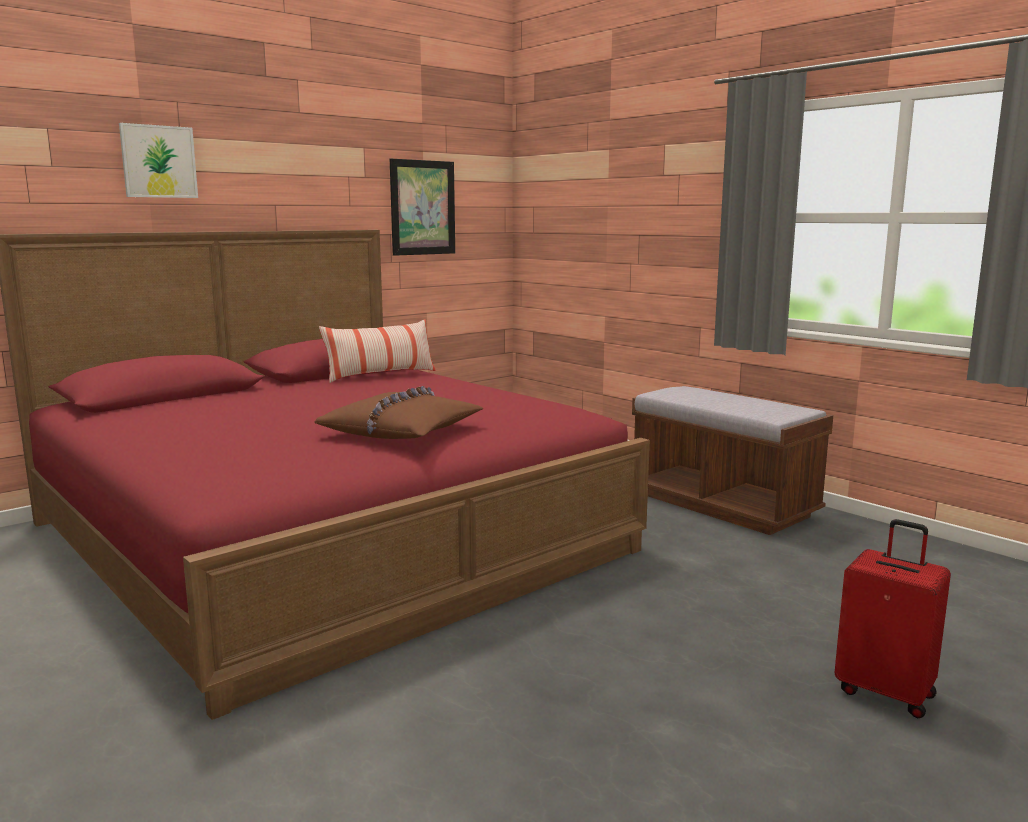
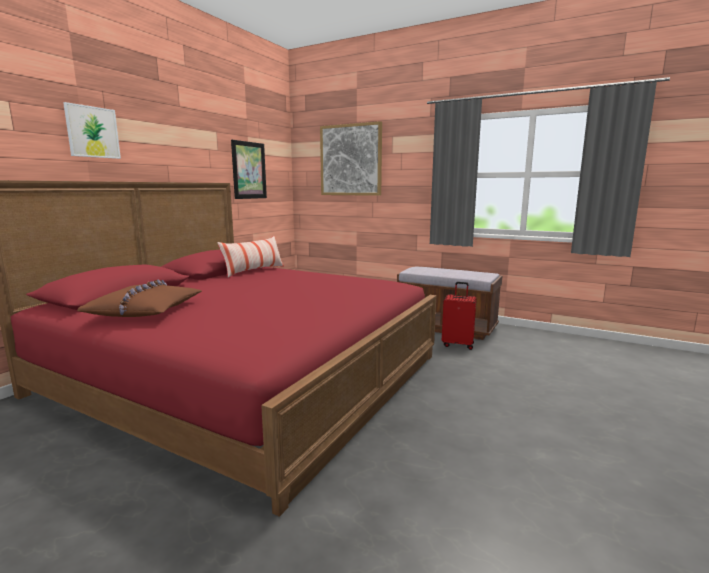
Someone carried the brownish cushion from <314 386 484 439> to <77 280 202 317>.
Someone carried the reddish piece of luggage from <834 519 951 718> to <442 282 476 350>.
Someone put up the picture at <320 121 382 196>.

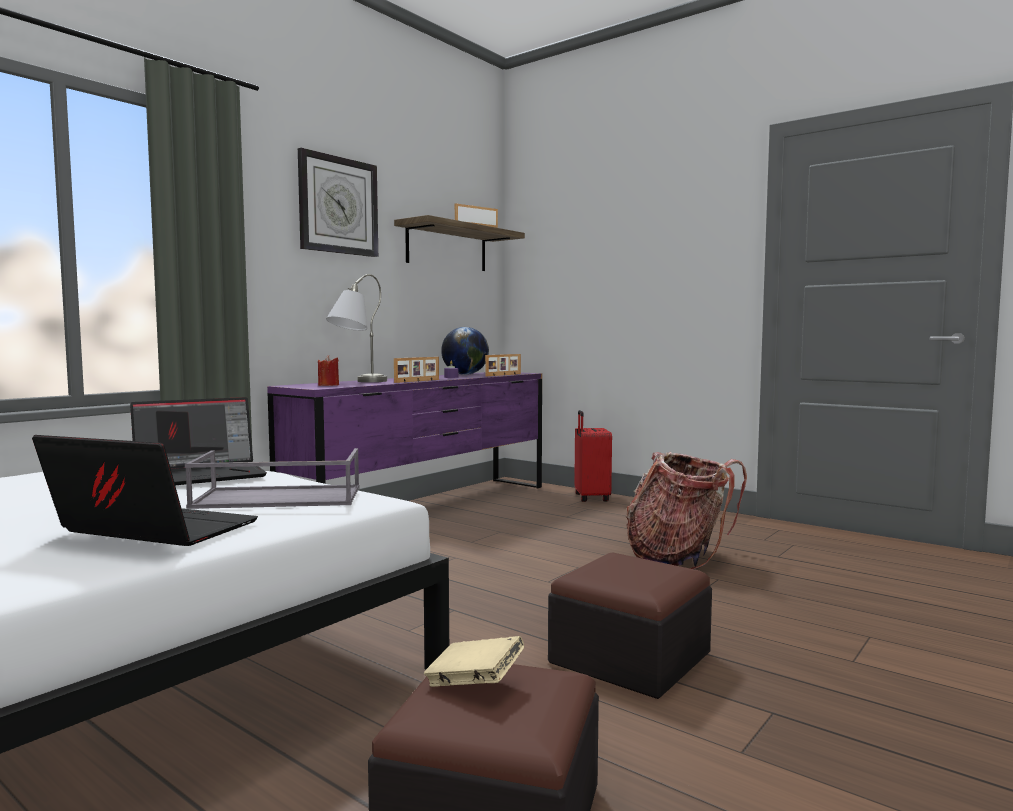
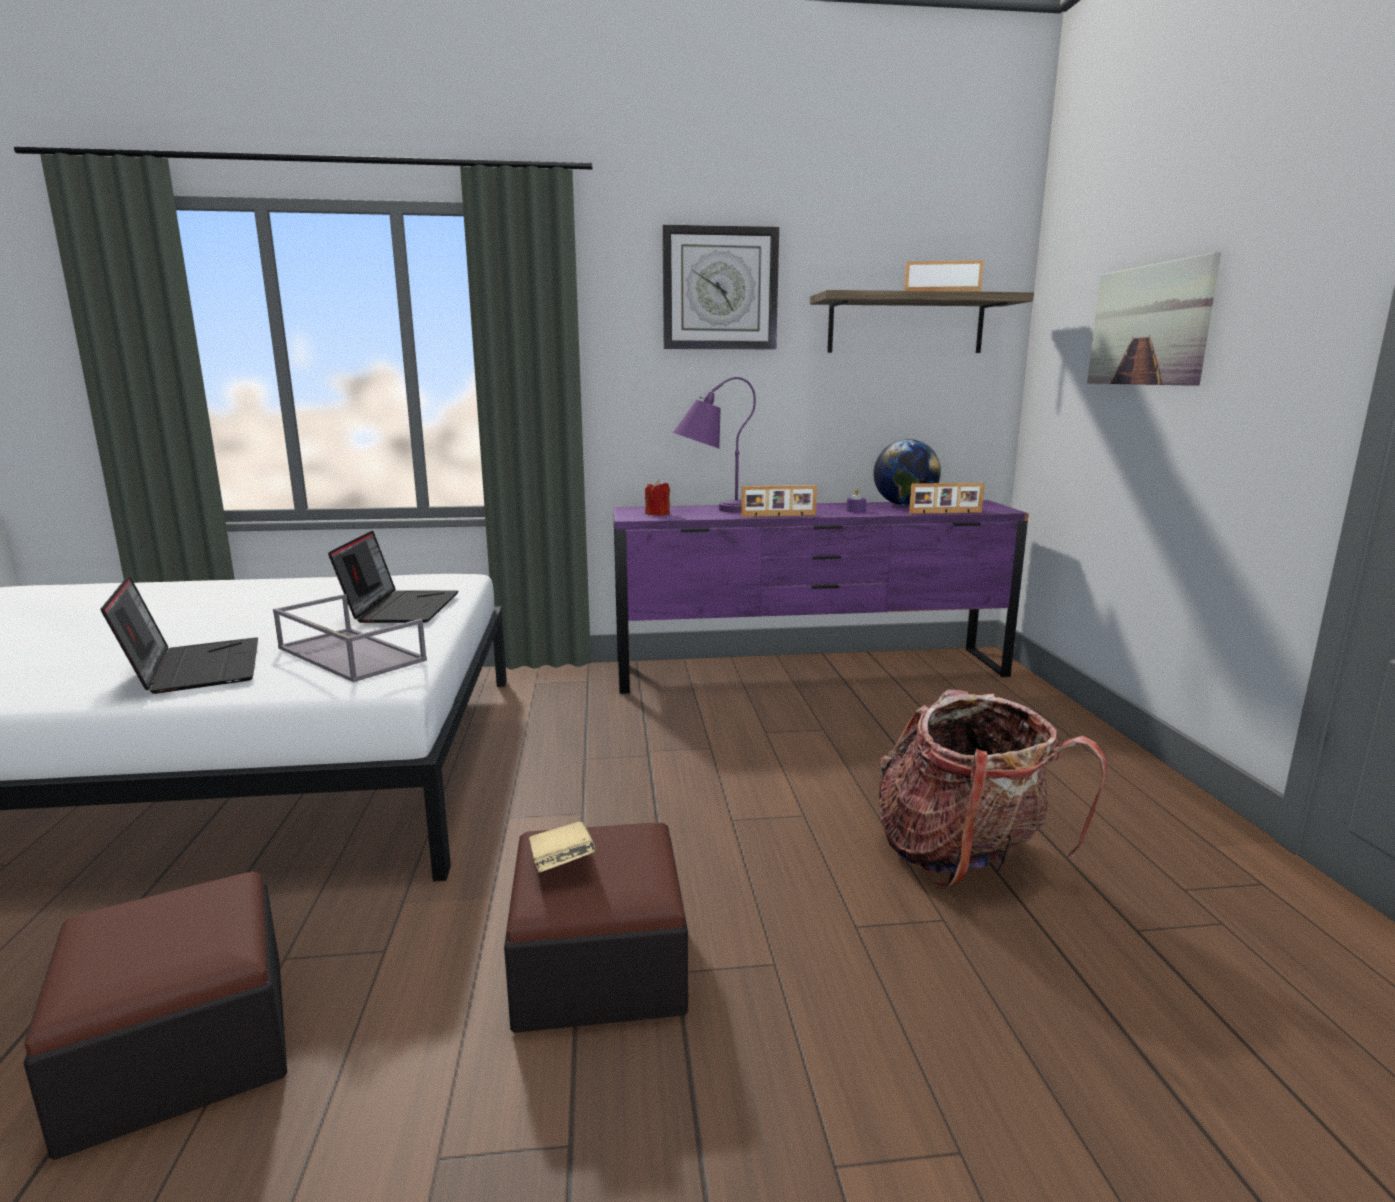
Someone rotated the laptop at <130 397 267 485> by 105 degrees counterclockwise.
Someone repainted the greyish tabletop lamp at <326 274 387 382>, which became the purple tabletop lamp at <673 377 756 513>.
Someone carried the beige volume from <424 636 524 687> to <529 822 595 872>.
Someone took away the reddish piece of luggage at <574 410 612 502>.
Someone put up the picture at <1087 252 1221 386>.

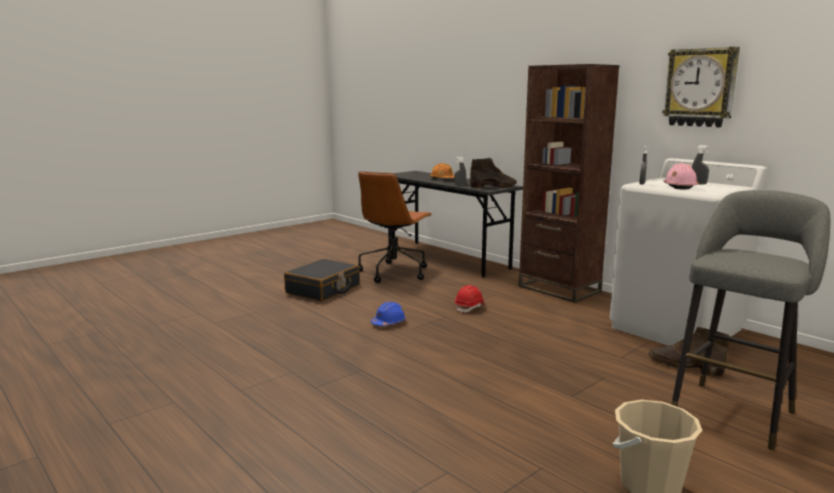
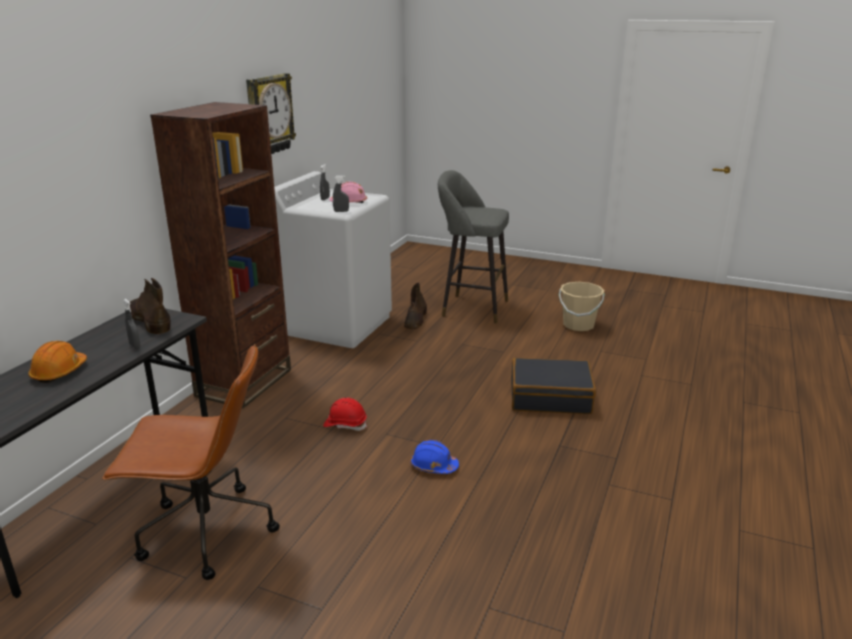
Someone carried the black-coloured piece of luggage from <284 259 360 301> to <511 358 596 414>.

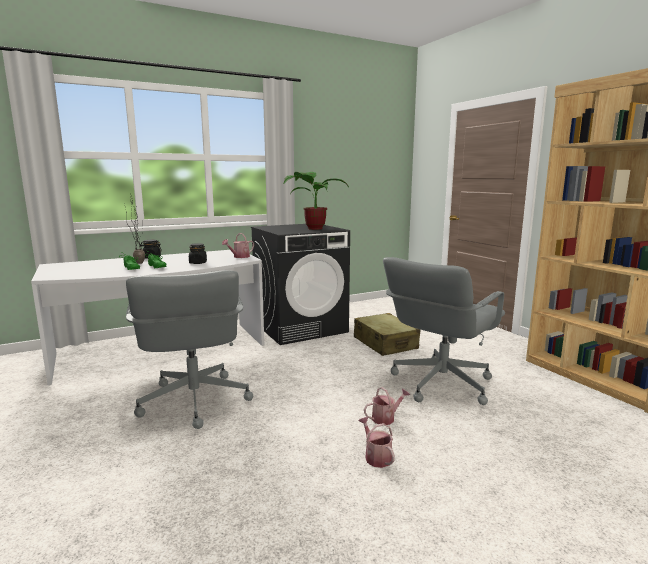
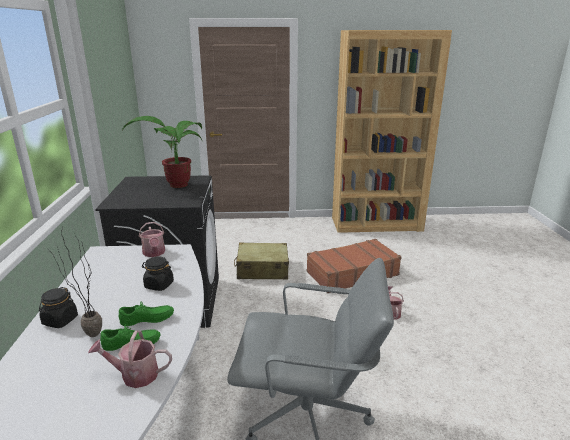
Someone carried the watering pot from <358 417 395 468> to <88 331 172 388>.
Someone swapped the greyish office chair at <383 257 505 405> for the brownish piece of luggage at <307 239 402 293>.

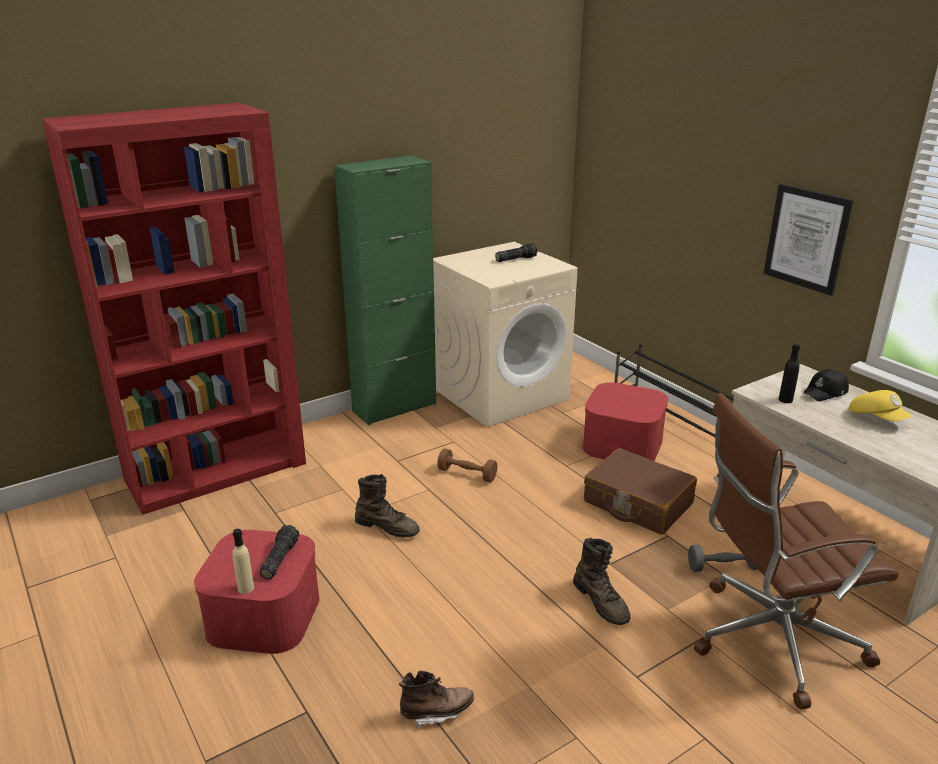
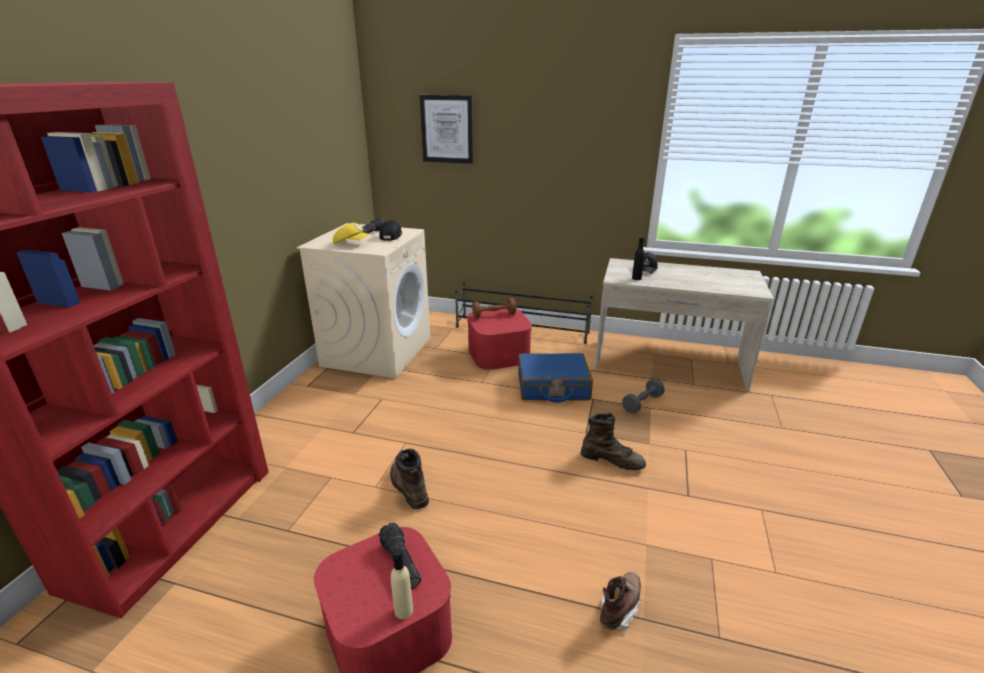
Someone took away the green-coloured cupboard at <334 156 436 425>.
Someone rotated the brownish boot at <355 474 420 537> by 105 degrees counterclockwise.
Someone carried the brownish hand weight from <437 448 498 482> to <472 298 516 318>.
Someone repainted the brownish piece of luggage at <584 448 697 535>, which became the bluish piece of luggage at <518 353 593 403>.
Someone took away the brownish office chair at <694 393 899 710>.
Someone carried the picture from <764 184 853 296> to <420 95 473 164>.
Someone carried the yellow-coloured cap from <848 390 911 421> to <333 223 370 243>.
Someone put down the black-coloured cap at <379 220 402 241>.

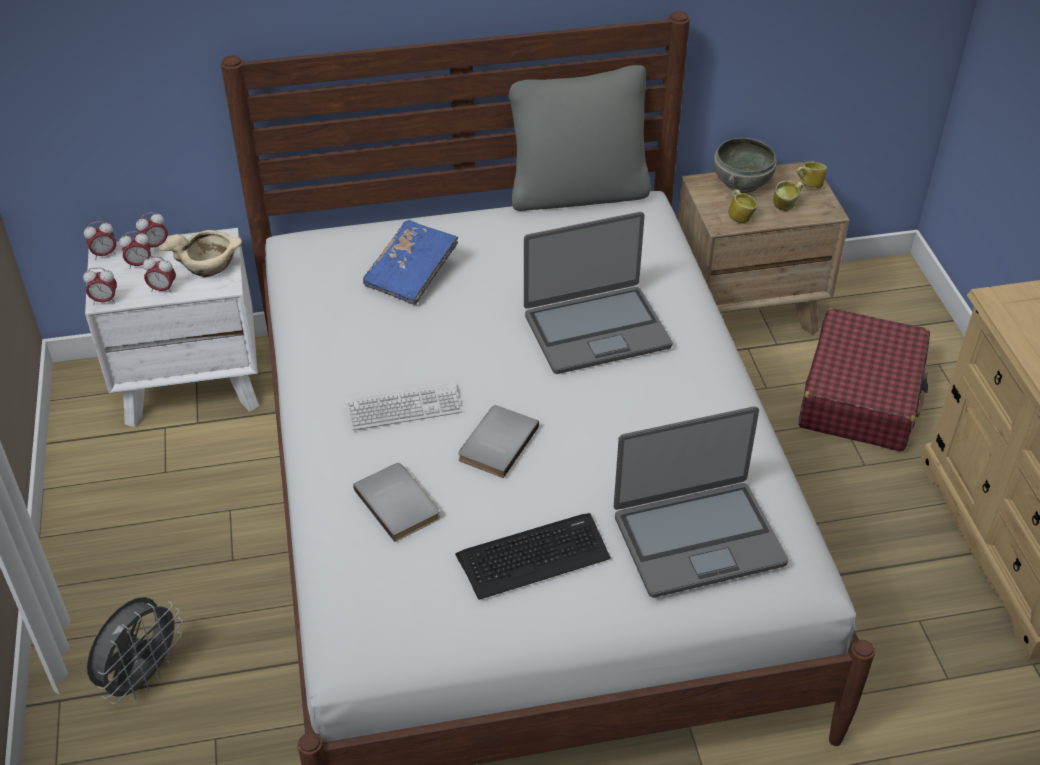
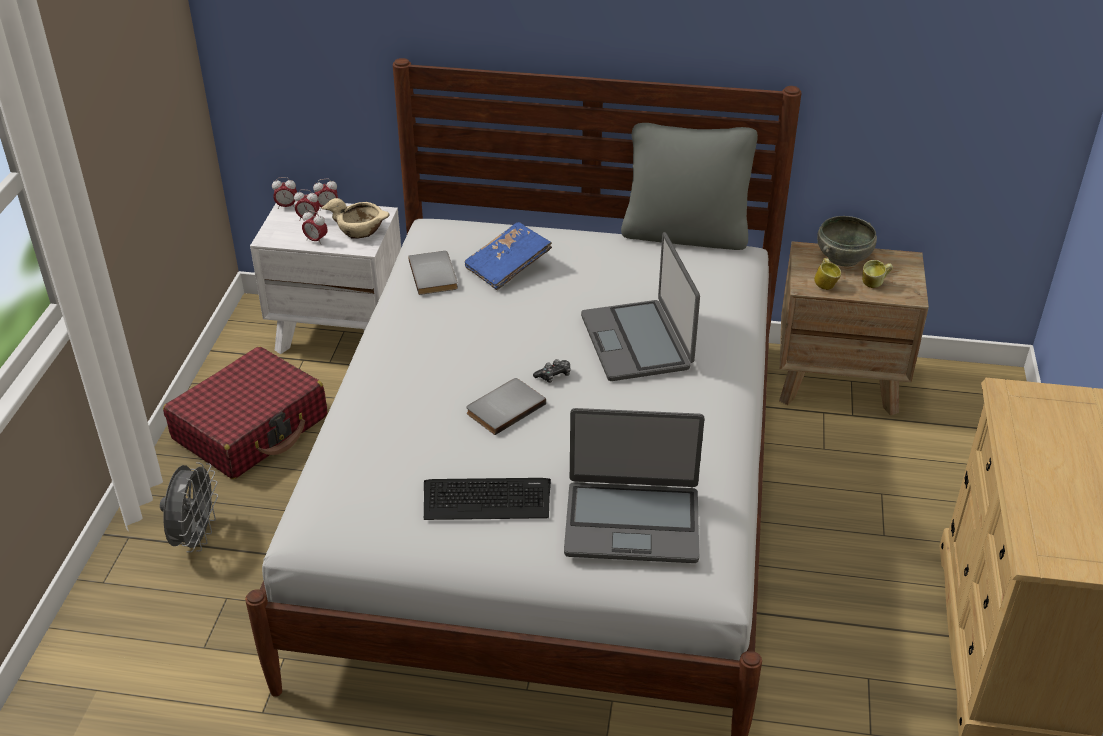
Someone took away the alarm clock at <83 268 117 304>.
Someone rotated the greyish electric fan at <87 597 183 704> by 45 degrees counterclockwise.
Someone took away the PC keyboard at <346 382 462 430>.
Someone carried the greyish volume from <353 463 440 542> to <408 251 458 295>.
Someone rotated the laptop at <524 212 673 374> by 75 degrees clockwise.
Someone took away the mug at <797 162 827 188>.
Someone carried the reddish piece of luggage from <799 308 930 452> to <163 346 327 479>.
Someone put down the joypad at <533 359 571 383>.

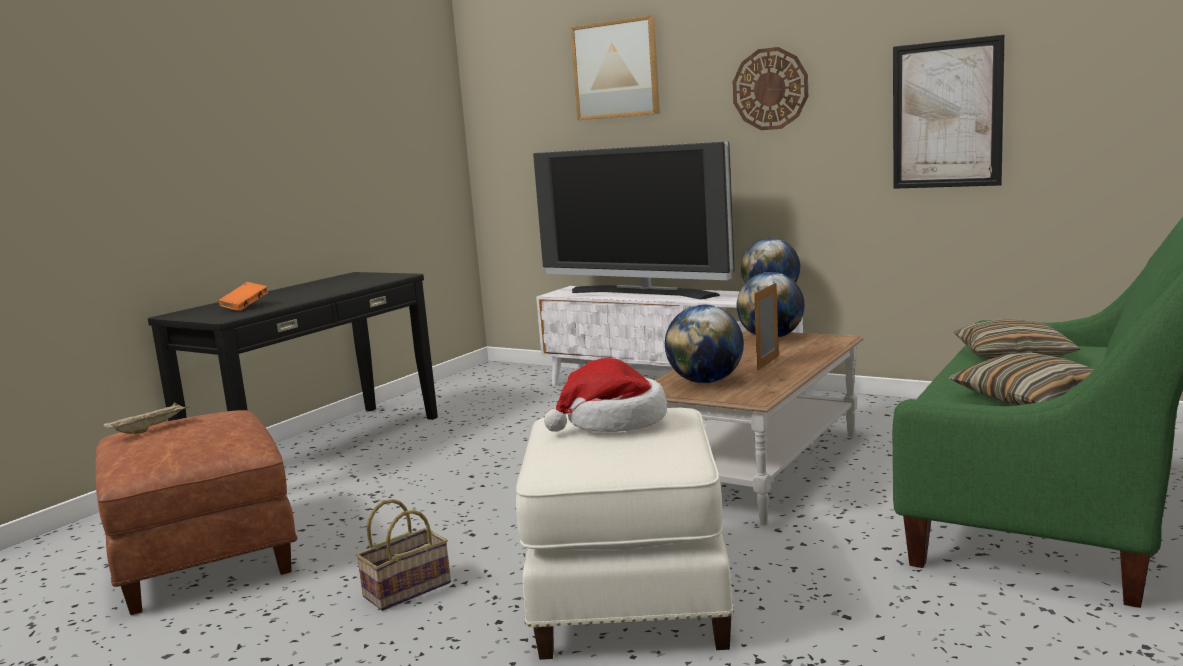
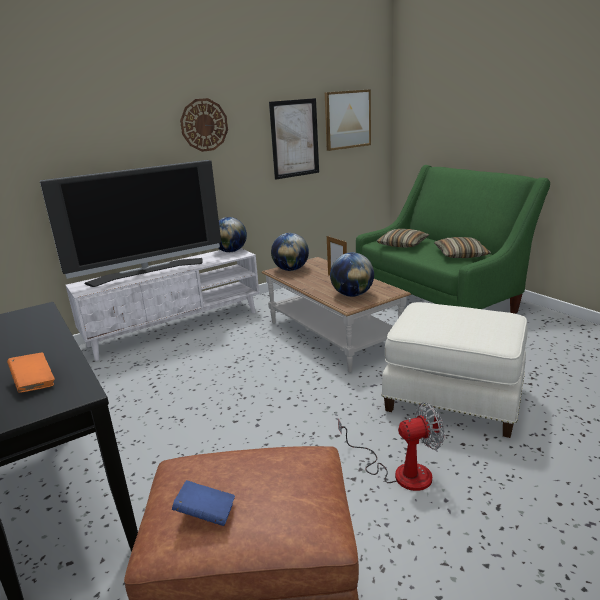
Someone swapped the beige tray at <102 402 189 434> for the bluish volume at <172 480 235 526>.
Someone swapped the storage basket at <356 499 451 611> for the electric fan at <338 402 445 491>.
Someone took away the clothing hat at <544 358 667 432>.
Someone carried the picture from <571 15 660 120> to <325 89 371 151>.

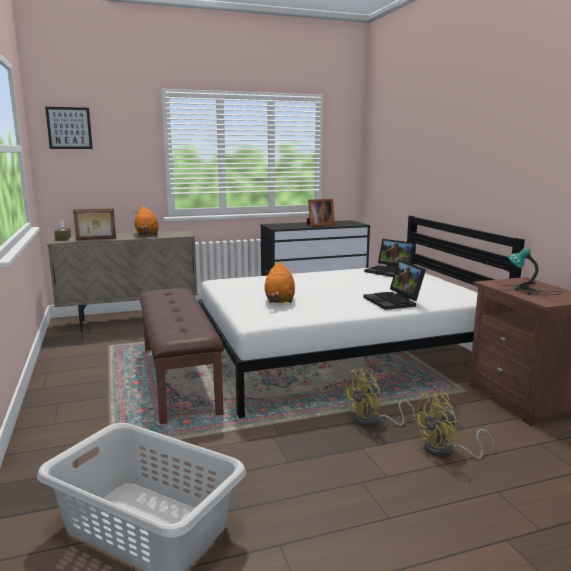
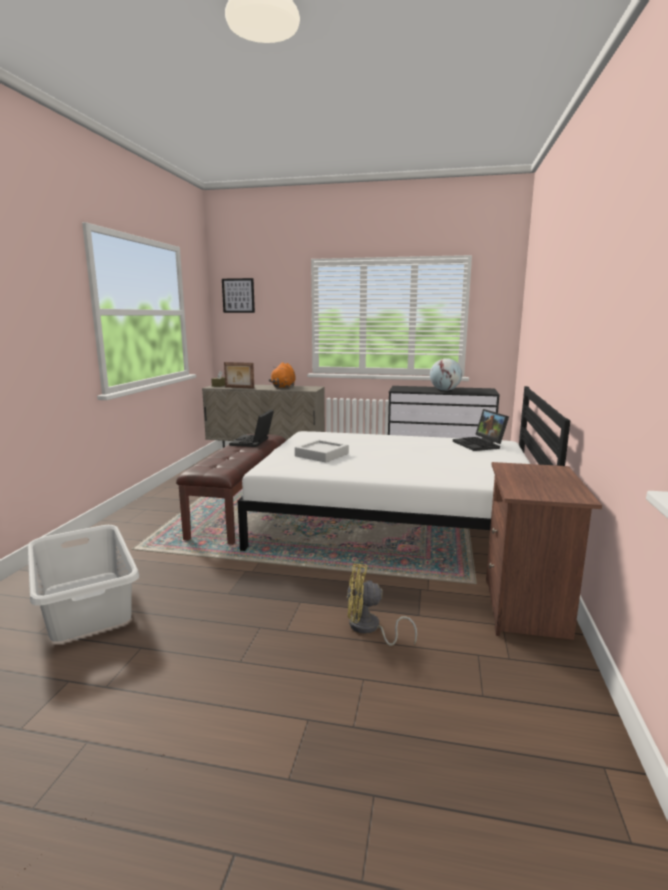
Someone swapped the orange cuddly toy at <265 262 295 303> for the greyish tray at <295 439 349 462>.
Someone swapped the photo frame at <307 199 335 226> for the globe at <430 358 462 391>.
Someone took away the yellow-coloured electric fan at <342 369 415 426>.
Someone carried the laptop from <363 260 426 310> to <229 410 274 447>.
Someone took away the tabletop lamp at <499 248 561 295>.

